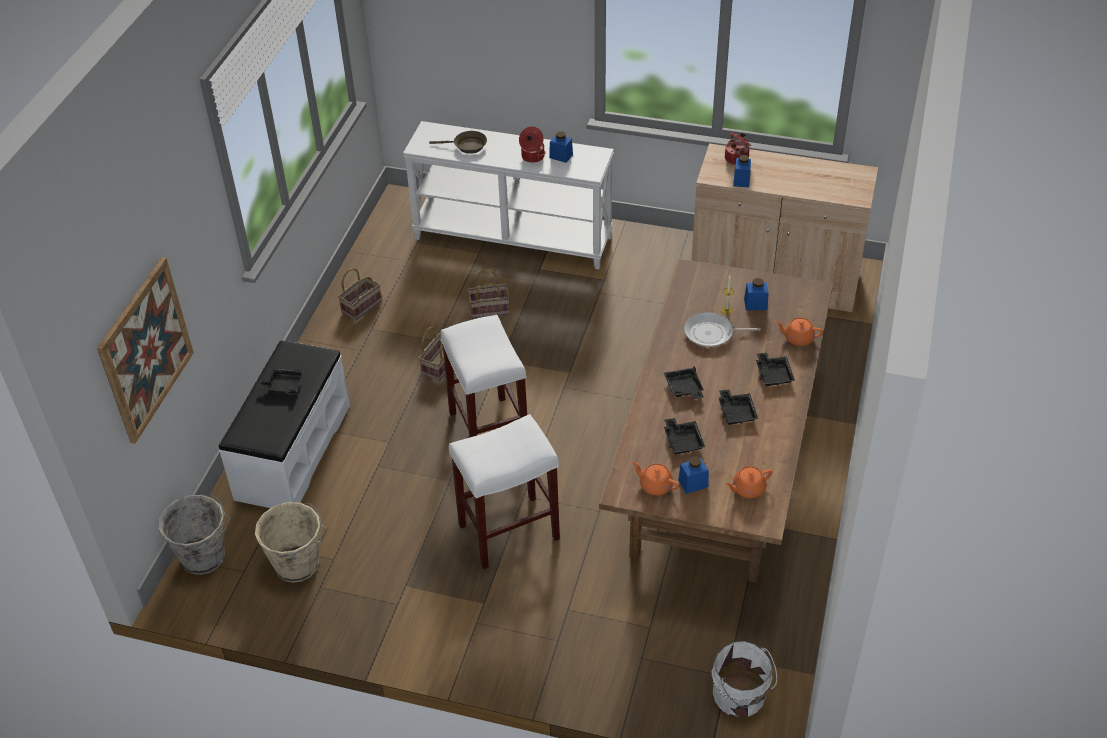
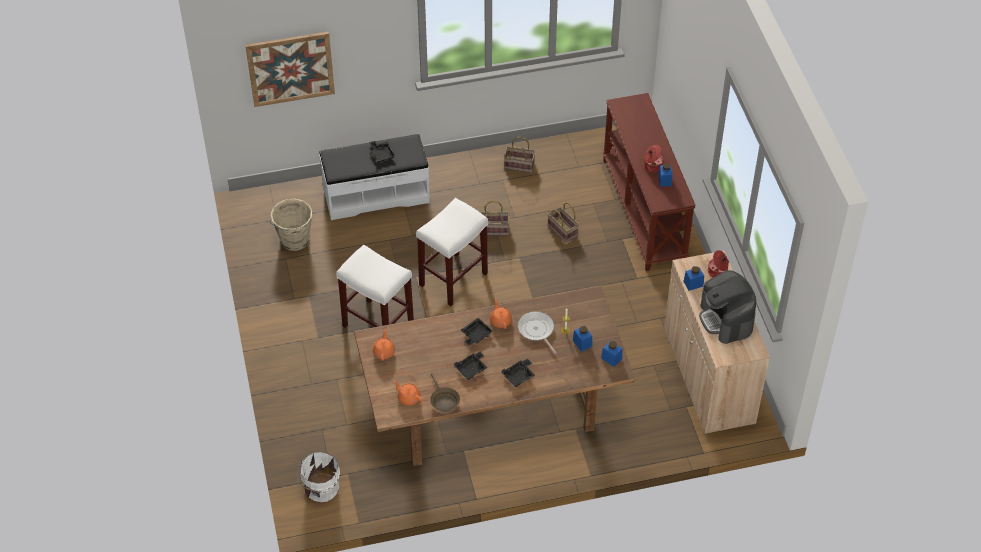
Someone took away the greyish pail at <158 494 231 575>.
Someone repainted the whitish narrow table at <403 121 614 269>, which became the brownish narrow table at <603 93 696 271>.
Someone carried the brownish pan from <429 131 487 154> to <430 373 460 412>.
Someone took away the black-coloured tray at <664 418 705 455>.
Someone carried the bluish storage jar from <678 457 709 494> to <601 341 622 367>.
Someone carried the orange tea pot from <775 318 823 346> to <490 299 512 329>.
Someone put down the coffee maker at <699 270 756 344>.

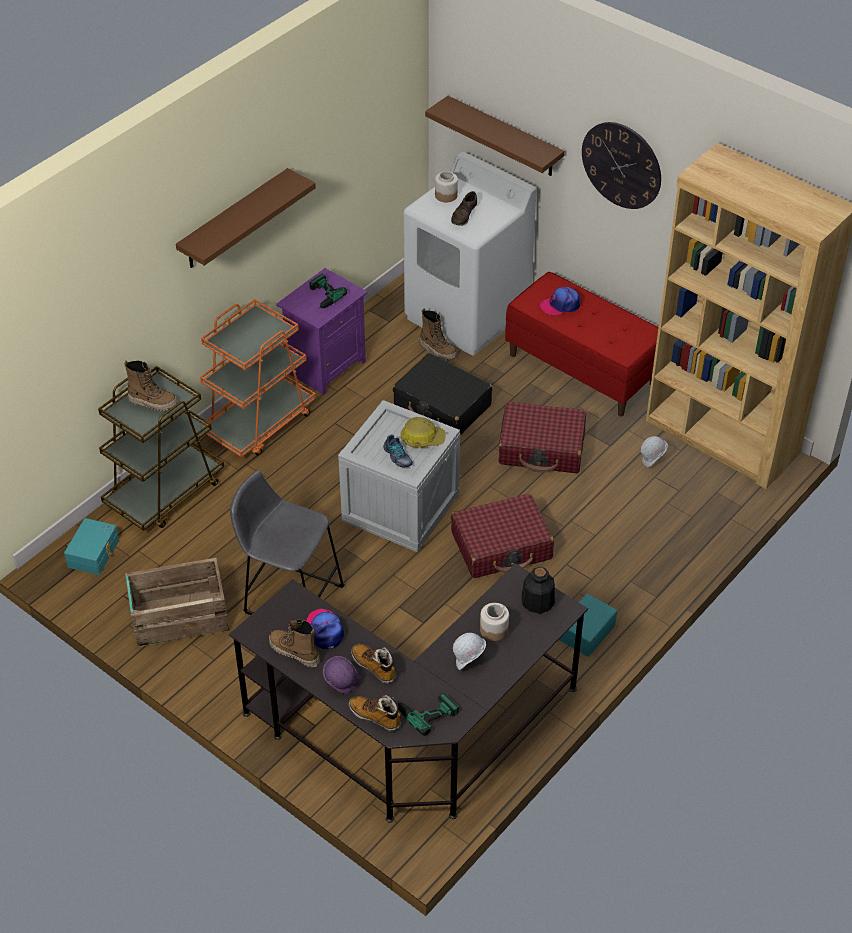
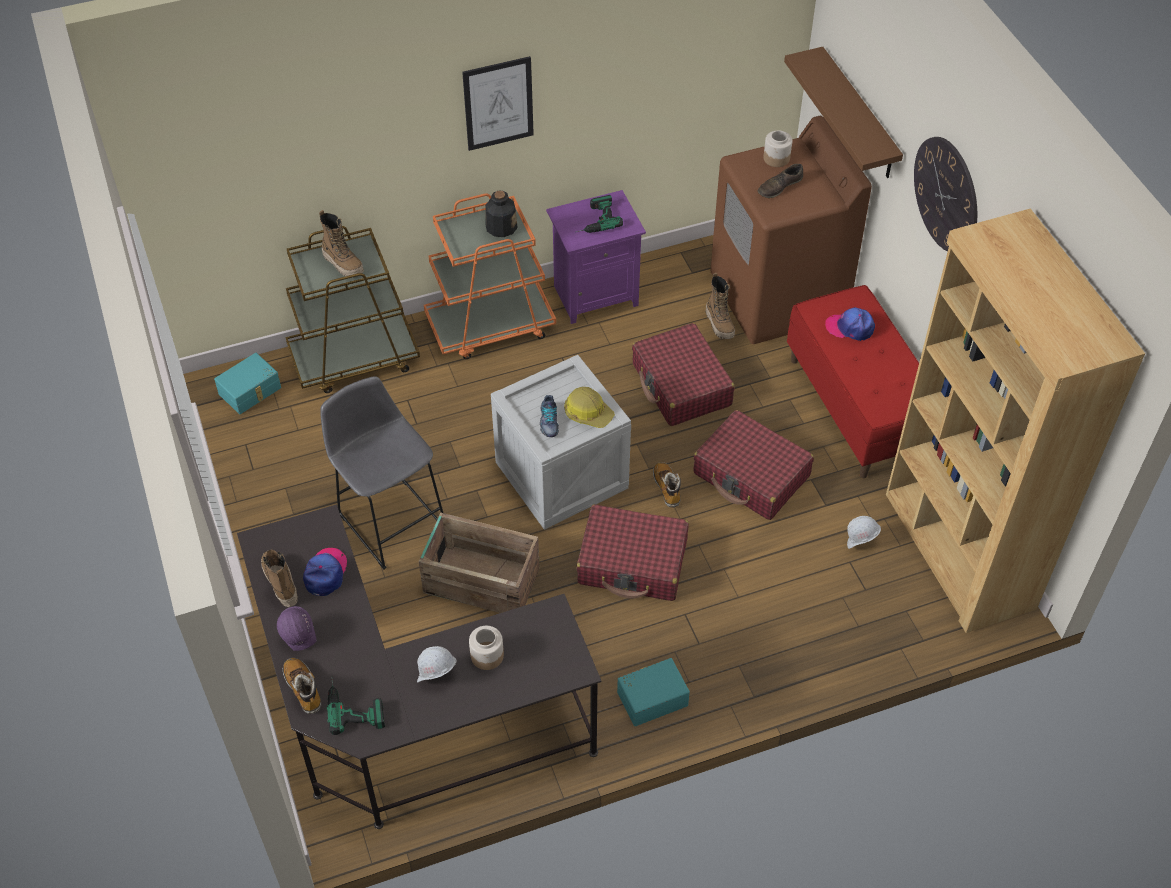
Someone carried the crate from <125 558 229 647> to <419 512 540 613>.
Someone swapped the brownish bracket shelf at <176 168 316 268> for the picture at <462 56 534 151>.
Someone carried the boot from <351 644 396 684> to <653 462 681 507>.
Someone repainted the black-coloured piece of luggage at <393 353 492 435>, which became the reddish piece of luggage at <632 323 735 426>.
Someone repainted the whitish laundry appliance at <403 152 536 355>, which became the brownish laundry appliance at <710 116 872 344>.
Someone carried the beverage bottle from <521 567 555 614> to <485 191 518 237>.

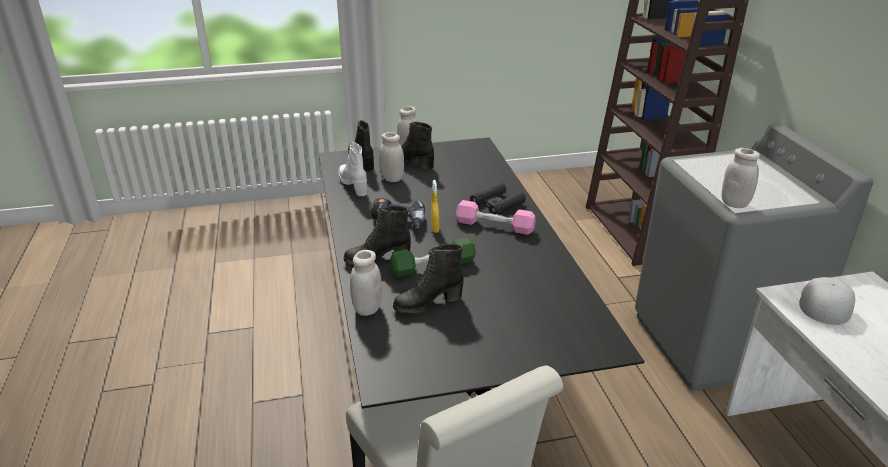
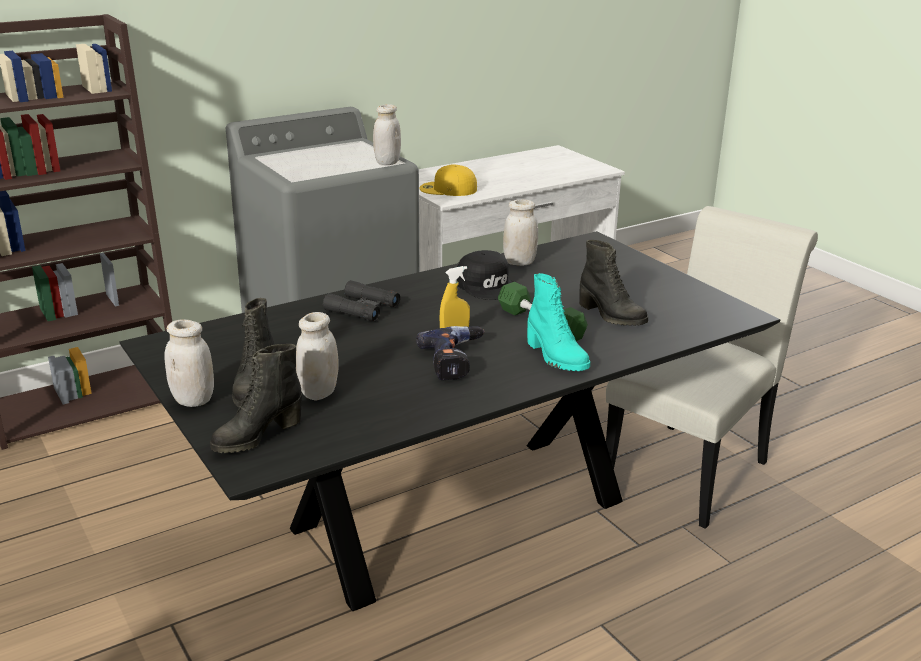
Someone took away the whitish boot at <339 142 367 196>.
Someone repainted the black-coloured boot at <344 206 411 265>, which became the turquoise boot at <527 273 590 371>.
Someone carried the whitish storage jar from <350 250 382 316> to <503 199 538 266>.
Someone took away the pink-coloured hand weight at <456 200 535 235>.
Someone repainted the whitish cap at <799 277 855 325>, which became the yellow-coloured cap at <419 164 477 196>.
Someone put down the black-coloured cap at <457 250 513 300>.

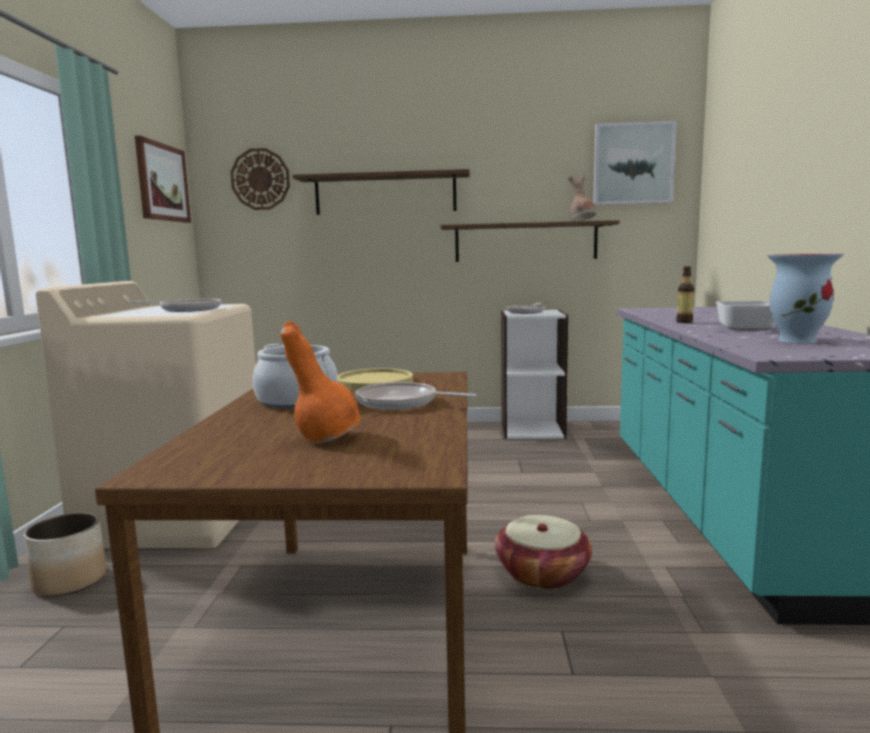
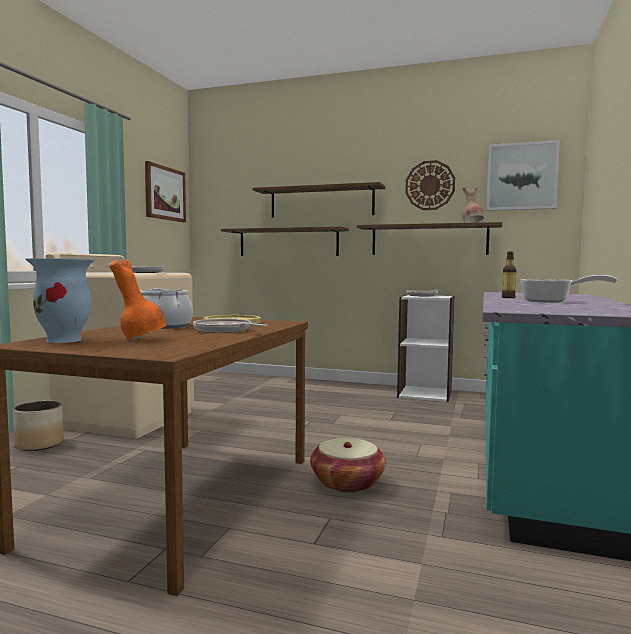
Someone carried the hanging clock from <230 148 290 210> to <405 160 455 210>.
Someone carried the decorative vase from <767 254 844 343> to <26 258 95 343>.
Someone put up the bracket shelf at <221 226 349 256>.

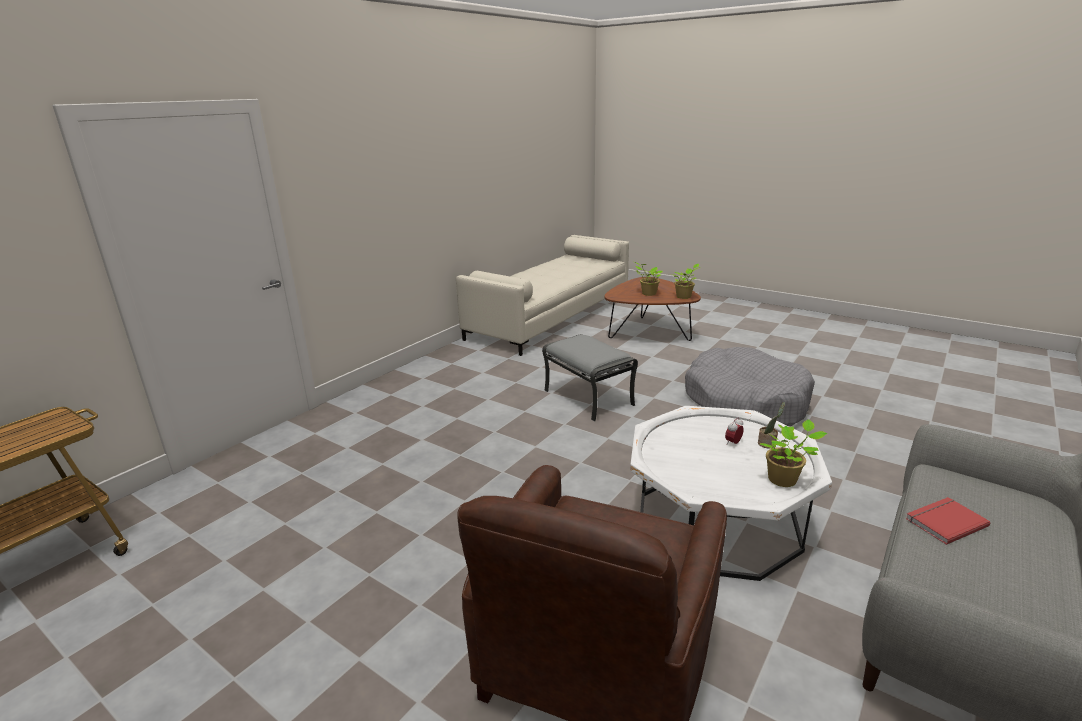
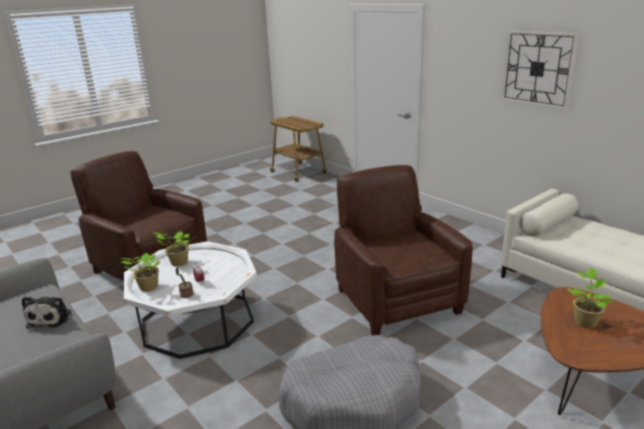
Someone swapped the greyish pouffe at <542 334 638 421> for the brownish lounge chair at <334 165 473 335>.
Someone carried the plant in a pot from <672 264 700 299> to <153 231 190 267>.
Someone swapped the reddish volume at <905 497 990 545> for the cuddly toy at <22 297 72 329>.
Someone put up the hanging clock at <501 30 578 110>.

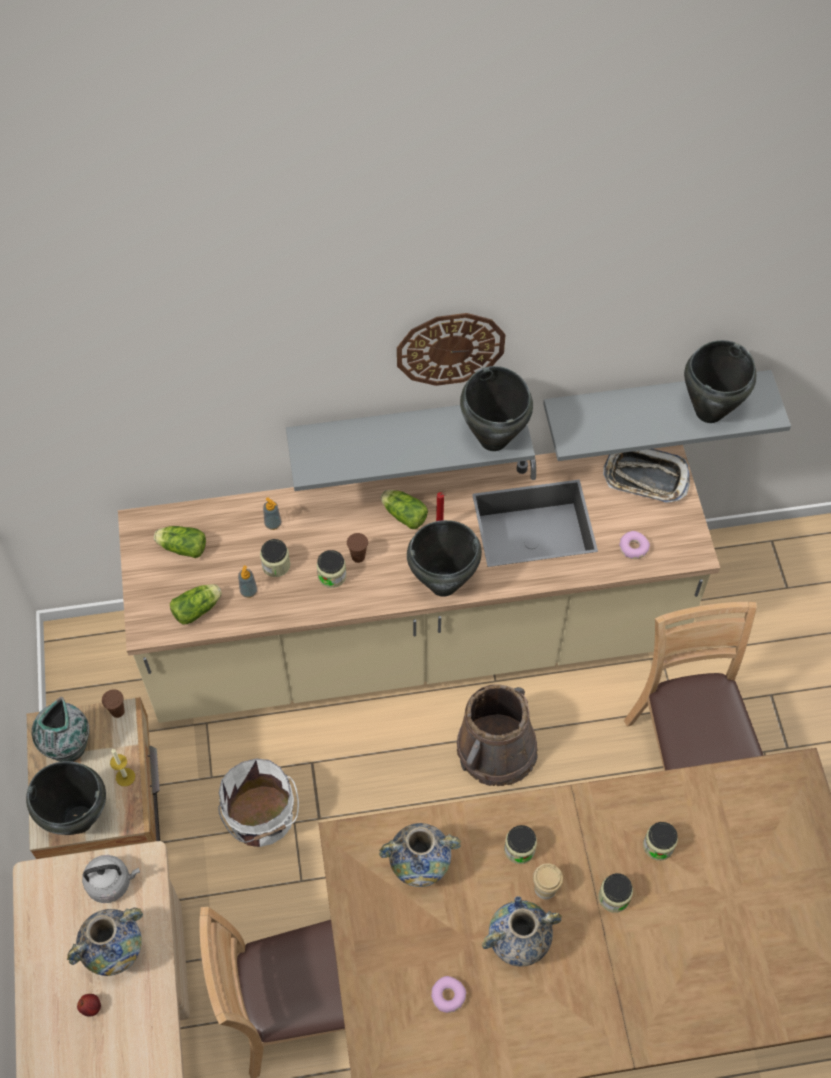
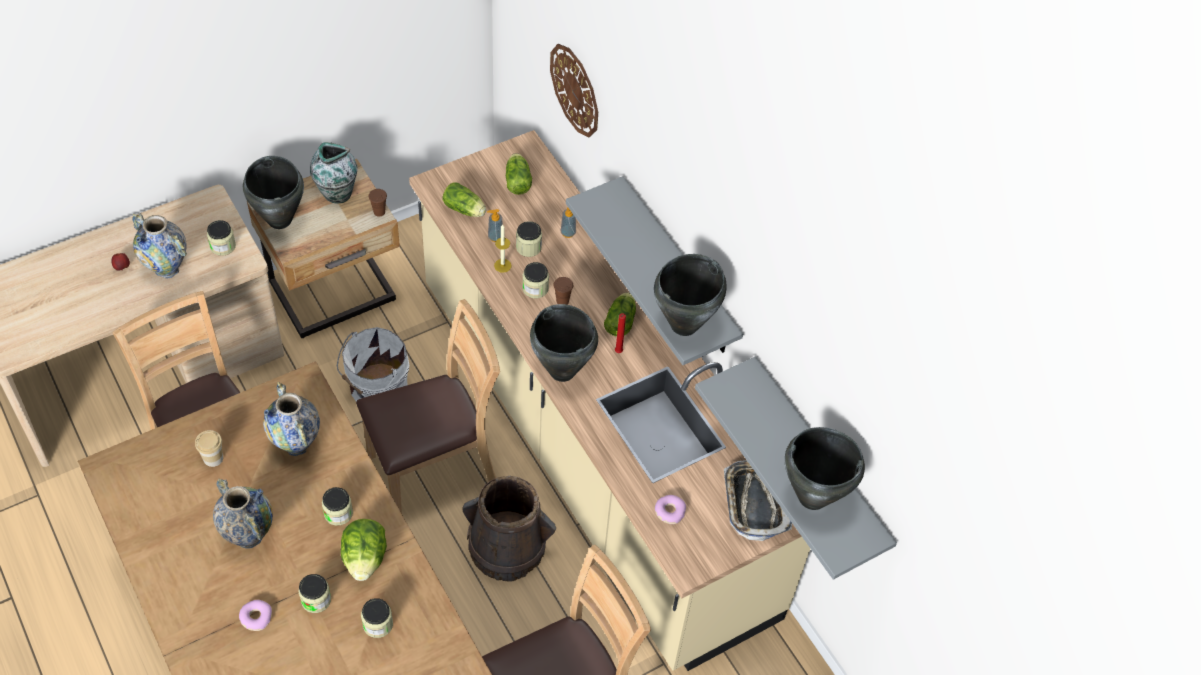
Someone swapped the greyish water kettle at <82 855 140 903> for the storage jar at <207 220 236 256>.
Someone carried the candle from <110 749 135 786> to <494 224 511 273>.
Someone carried the hanging clock from <397 313 505 386> to <550 44 598 137>.
Someone carried the donut from <431 976 466 1013> to <239 600 272 631>.
Someone carried the drinking cup from <533 863 563 900> to <195 430 223 467>.
Someone put down the lettuce at <340 519 387 581>.
Someone put down the brownish chair at <356 299 500 514>.

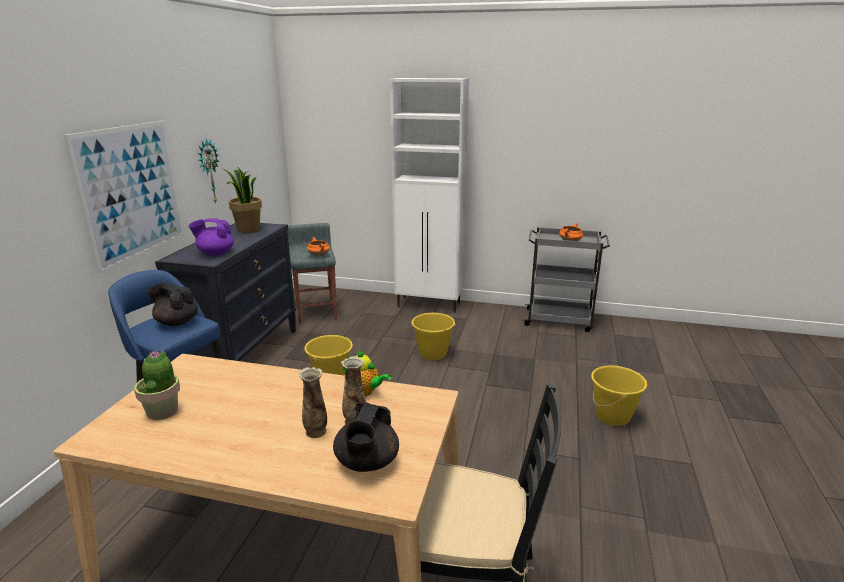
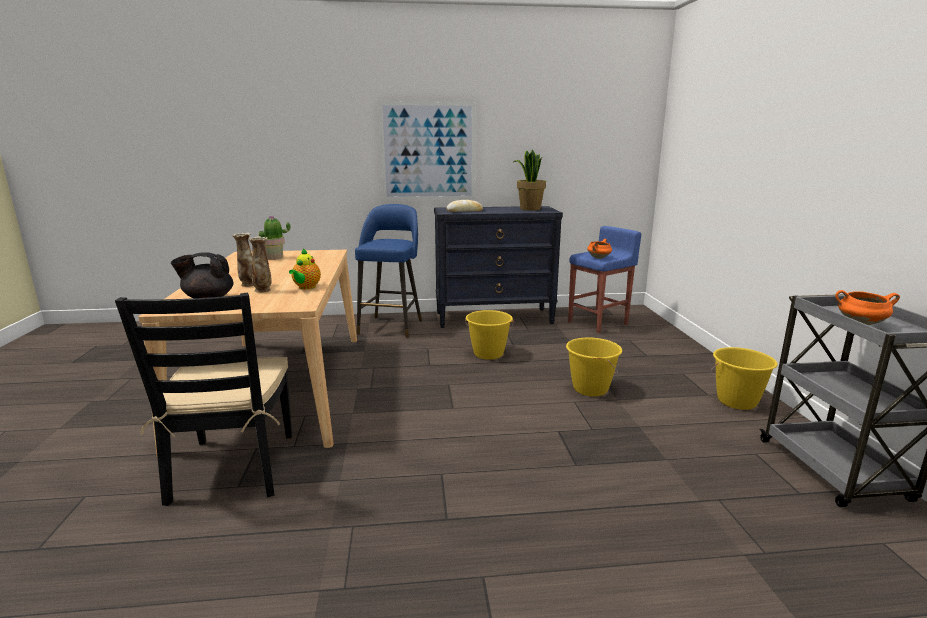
Someone took away the black-coloured tea pot at <147 283 198 326>.
Someone swapped the purple tea pot at <189 218 234 256> for the bread at <446 200 483 212>.
Someone took away the hanging clock at <198 139 220 203>.
Someone repainted the greyish stool seat at <288 223 337 324>, which became the bluish stool seat at <568 226 641 333>.
Someone took away the whitish cupboard at <390 78 469 313>.
Someone carried the yellow-coloured pail from <591 366 647 426> to <711 347 778 410>.

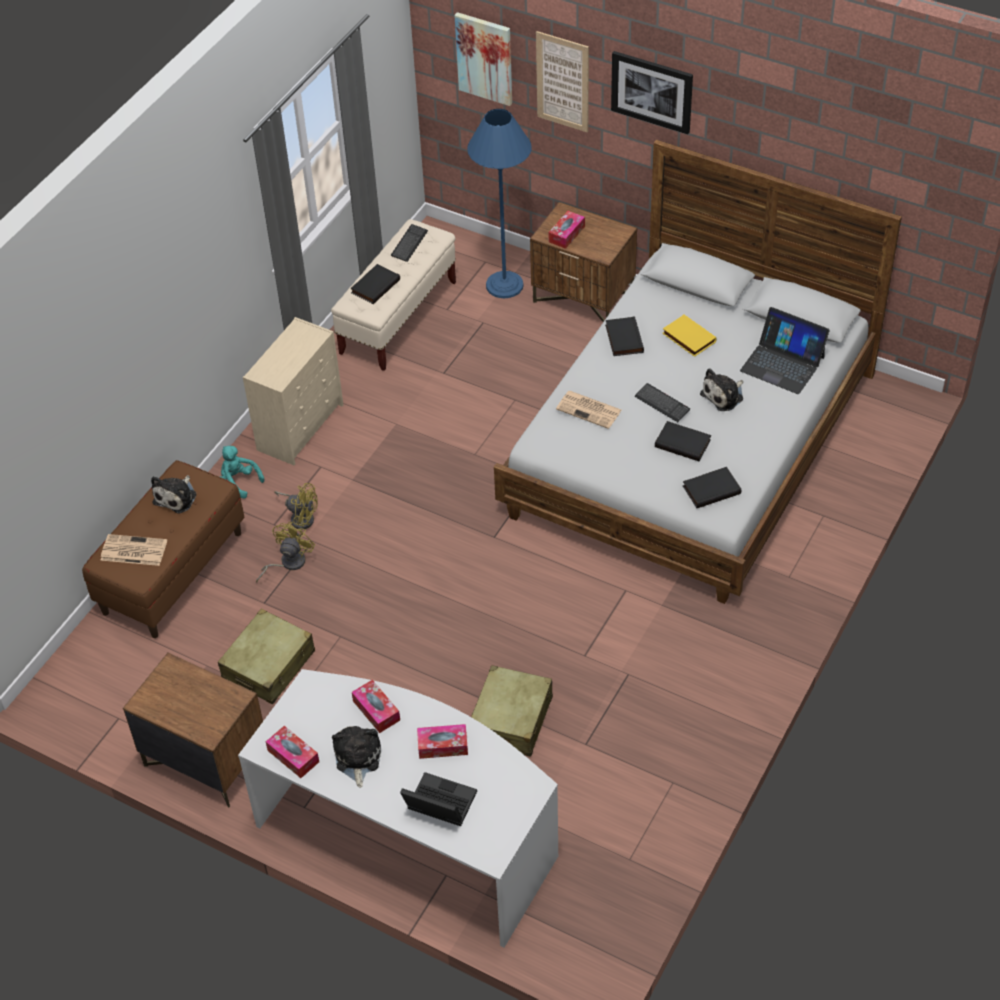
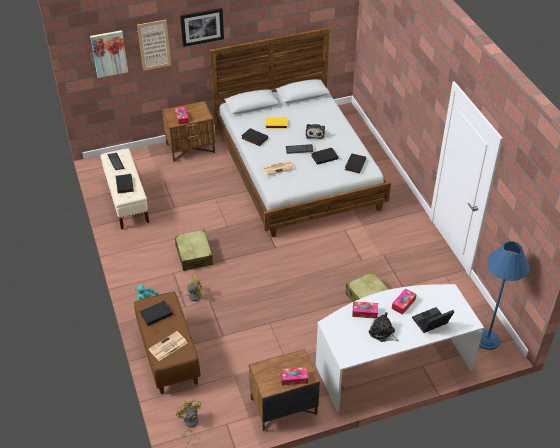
Someone swapped the cuddly toy at <151 475 196 513> for the black-coloured volume at <140 301 173 326>.
Someone carried the beige piece of luggage from <218 609 315 704> to <174 229 213 271>.
Someone took away the beige drawer chest at <243 317 344 465>.
Someone carried the yellow-coloured electric fan from <256 522 315 583> to <176 398 201 445>.
Someone carried the tissue box from <266 726 319 778> to <281 367 308 386>.
Someone carried the bluish standing lamp from <467 109 532 298> to <479 241 530 350>.
Someone took away the laptop at <740 307 830 394>.

